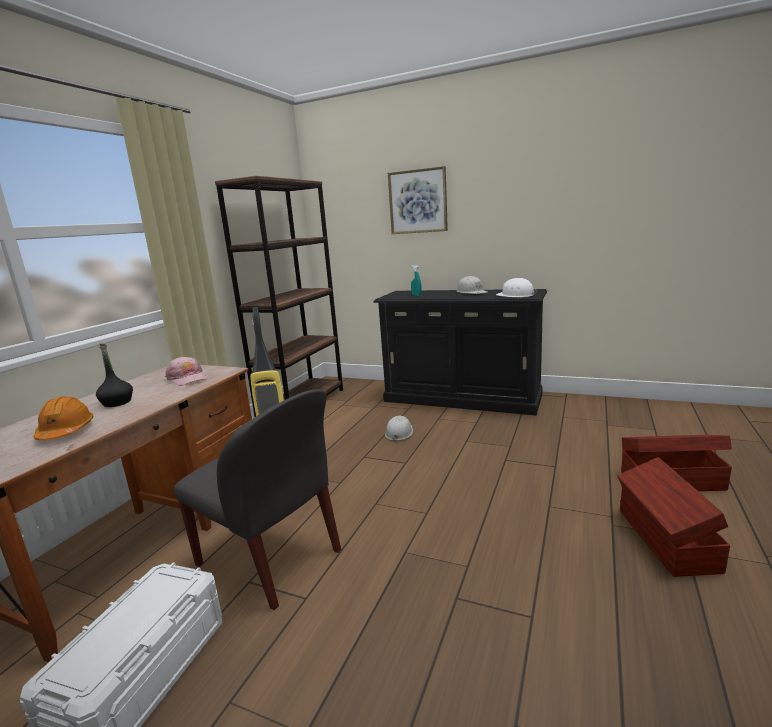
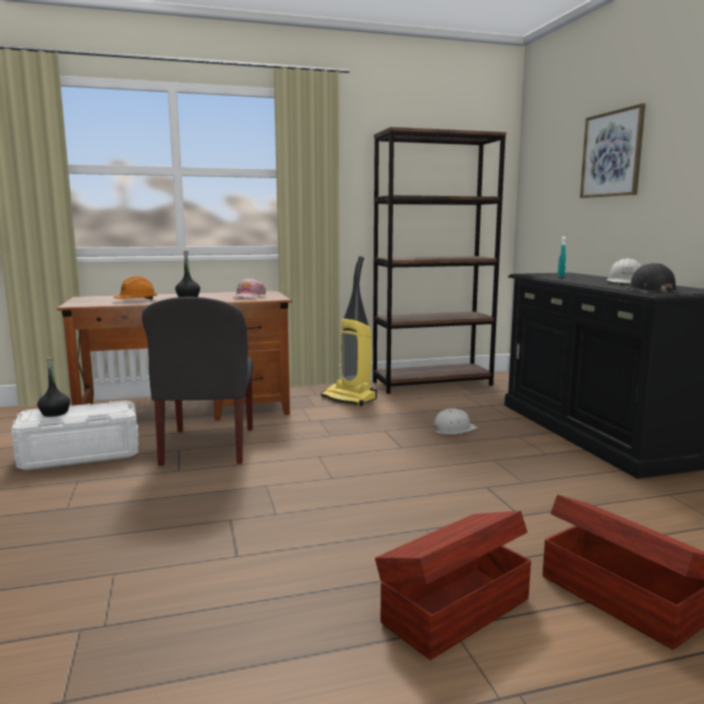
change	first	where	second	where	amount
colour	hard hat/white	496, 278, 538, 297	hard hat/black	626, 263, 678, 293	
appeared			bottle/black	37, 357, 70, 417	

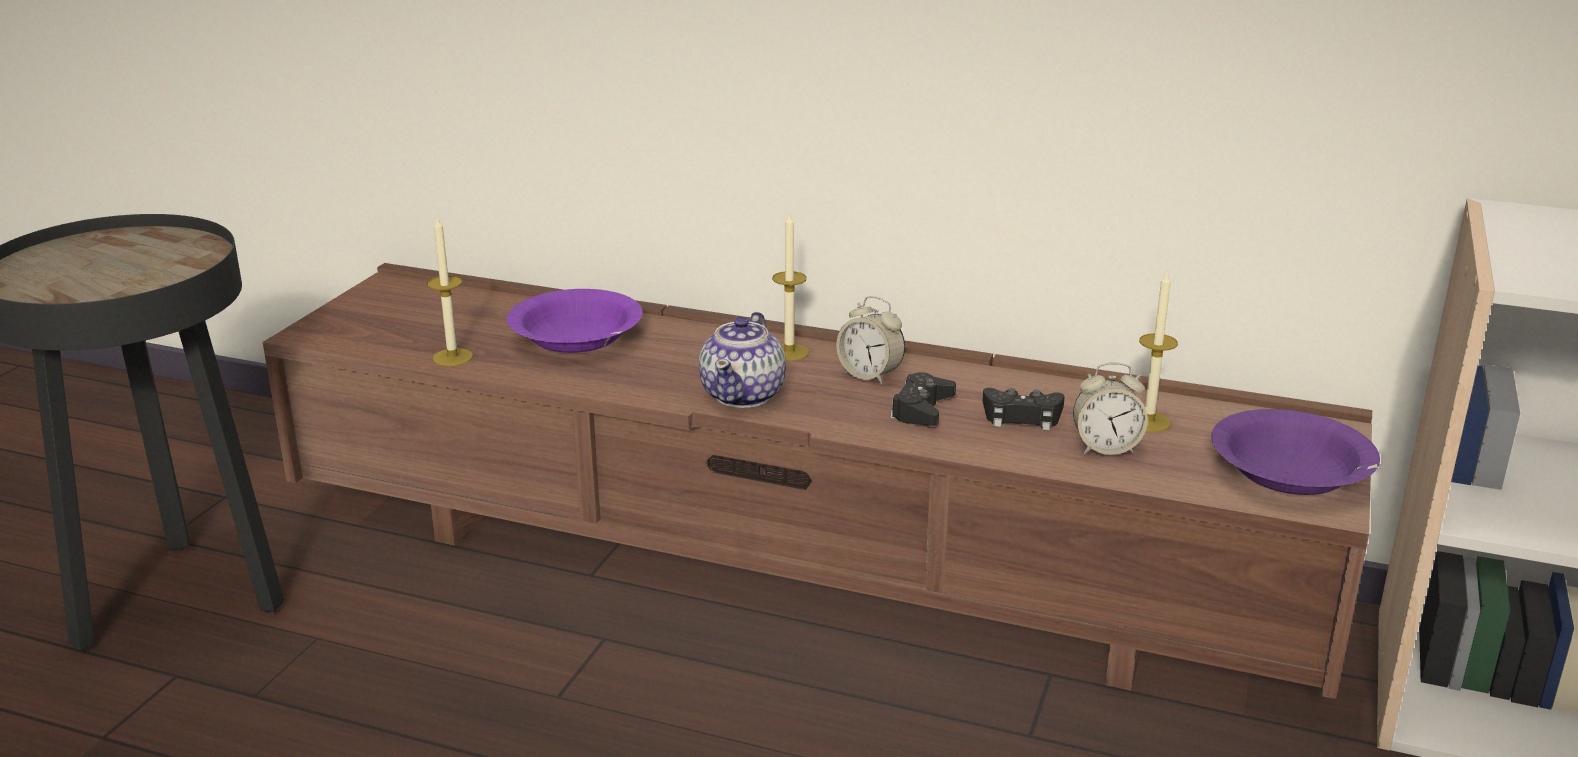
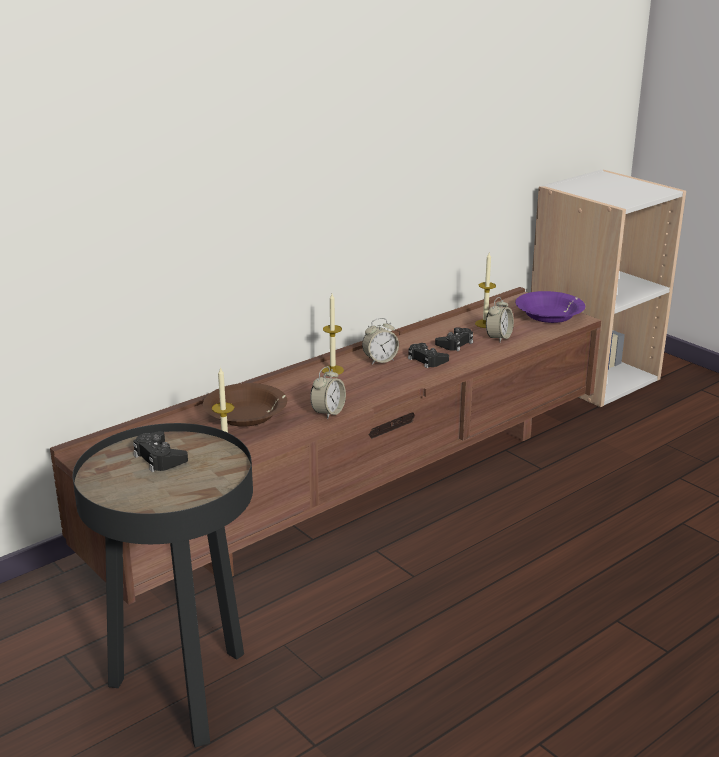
change	first	where	second	where	amount
colour	bowl/purple	507, 289, 642, 353	bowl/brown	203, 383, 287, 427	
missing	teapot	699, 312, 786, 408			
appeared			alarm clock	310, 366, 346, 420	
appeared			game controller/black	133, 431, 188, 472	

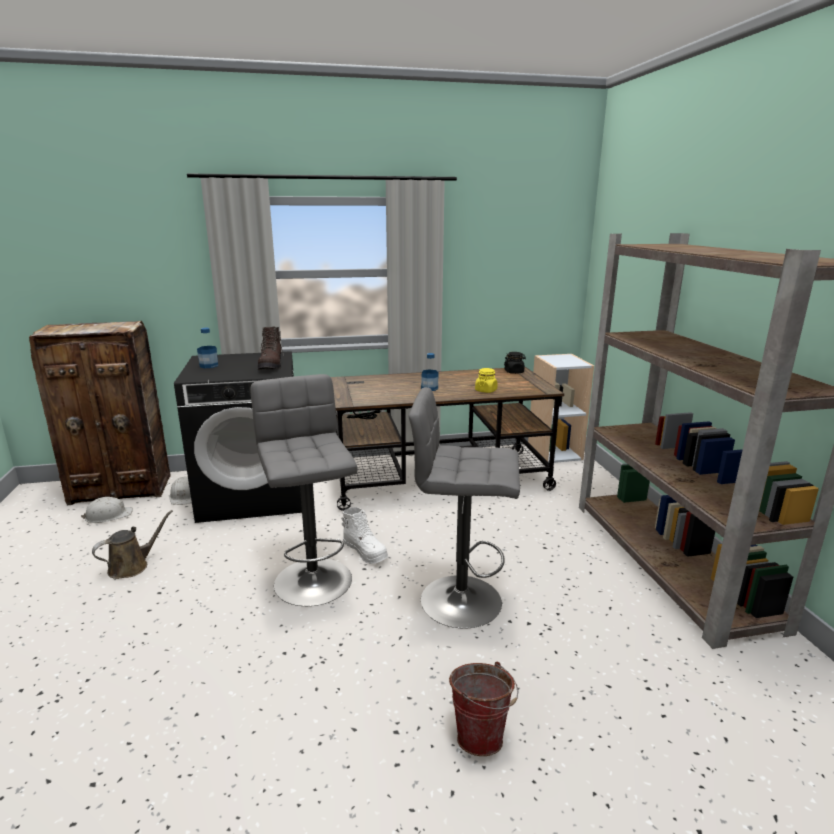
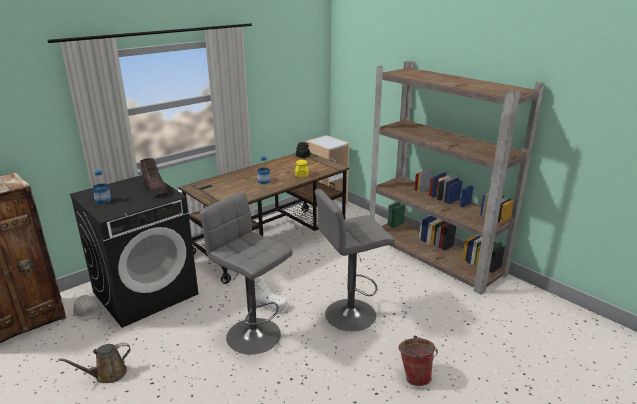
change	first	where	second	where	amount
missing	hard hat/white	81, 497, 133, 523			
spun	watering can/brown	92, 510, 173, 579		58, 343, 131, 383	135 degrees counterclockwise

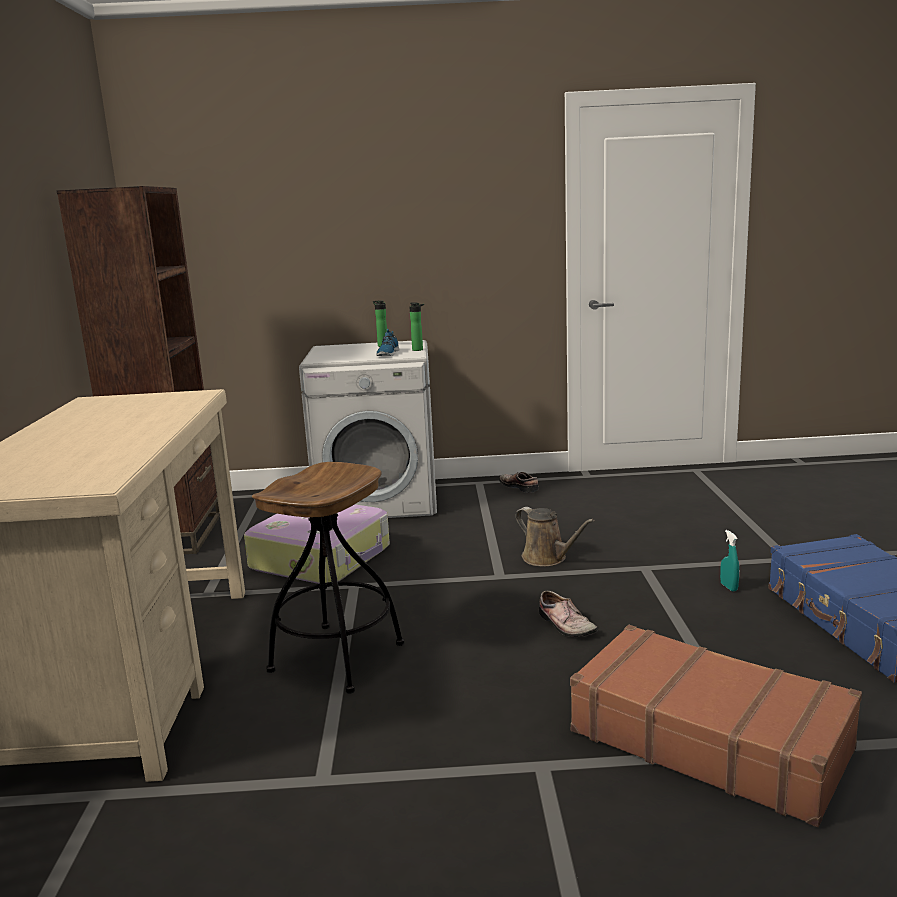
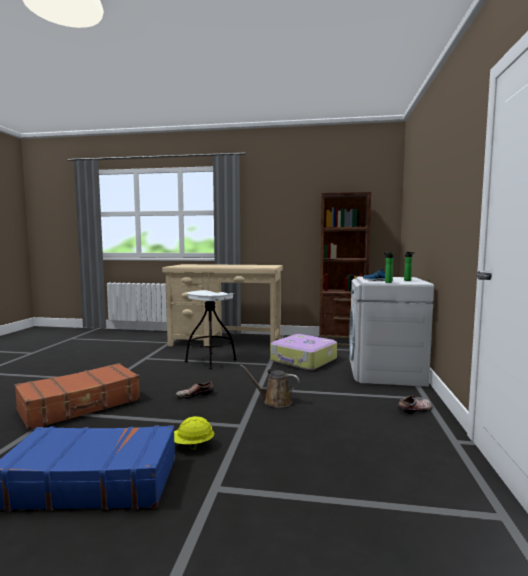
change	first	where	second	where	amount
colour	stool/brown	252, 462, 404, 694	stool/white	185, 290, 237, 369	
spun	watering can/brown	516, 507, 594, 567		240, 365, 299, 408	45 degrees clockwise
exchanged	spray bottle/turquoise	720, 530, 739, 591	hard hat/yellow	174, 416, 214, 450	

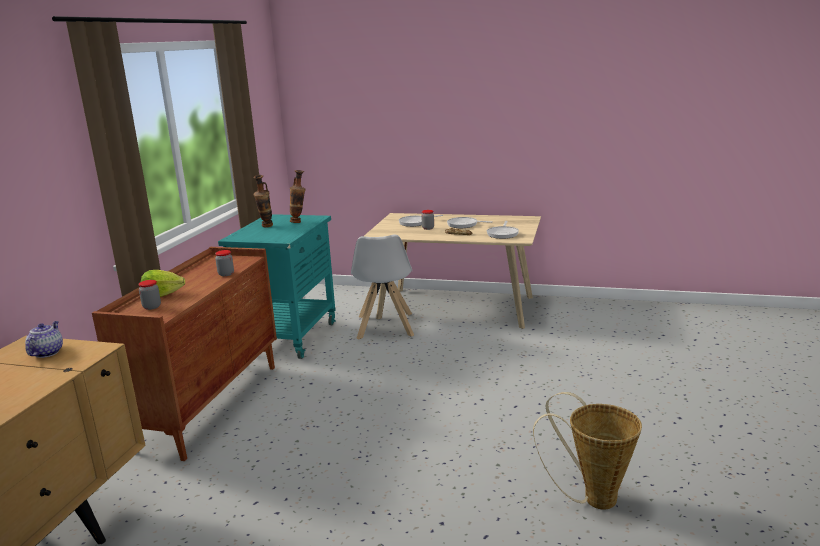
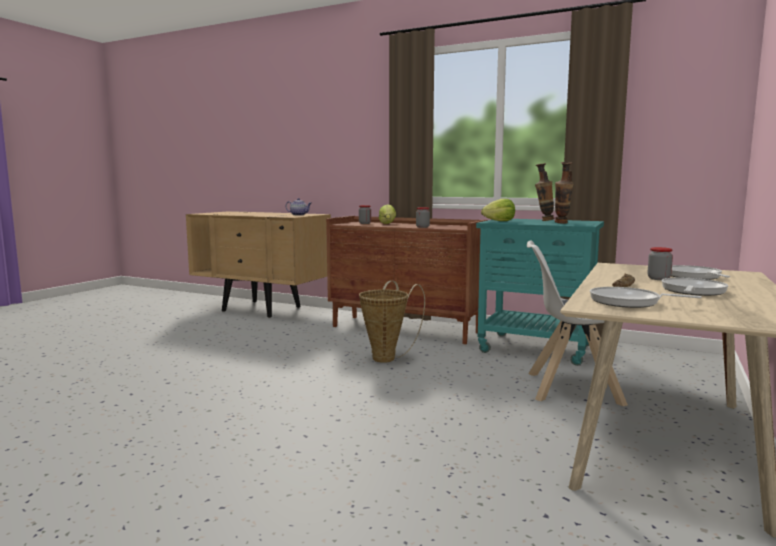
change	first	where	second	where	amount
relocated	basket	533, 392, 642, 509		359, 281, 425, 363	
appeared			lettuce	481, 199, 515, 221	

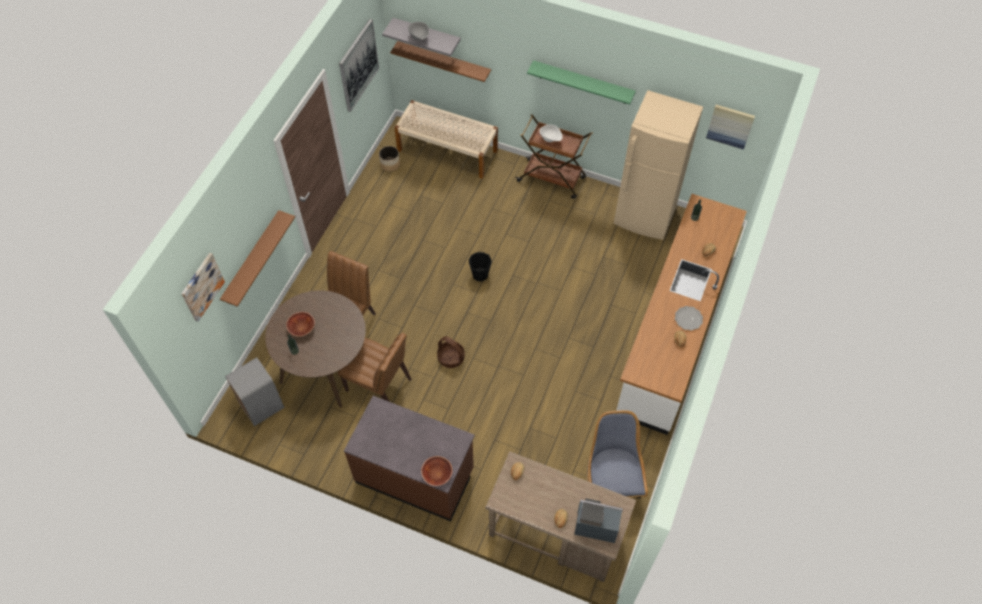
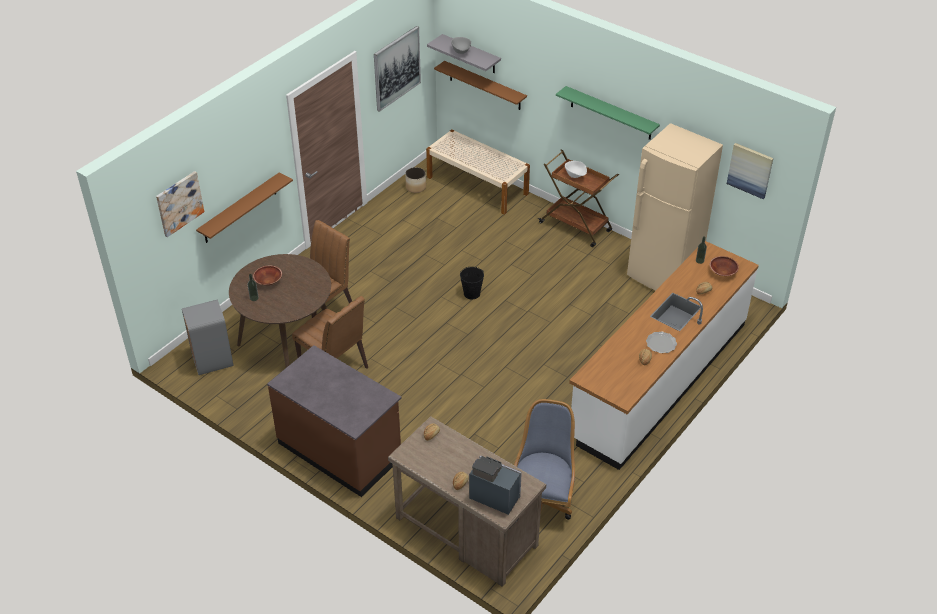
change	first	where	second	where	amount
missing	basket	437, 336, 465, 368			
relocated	bowl/brown	421, 456, 453, 486		710, 256, 739, 276	

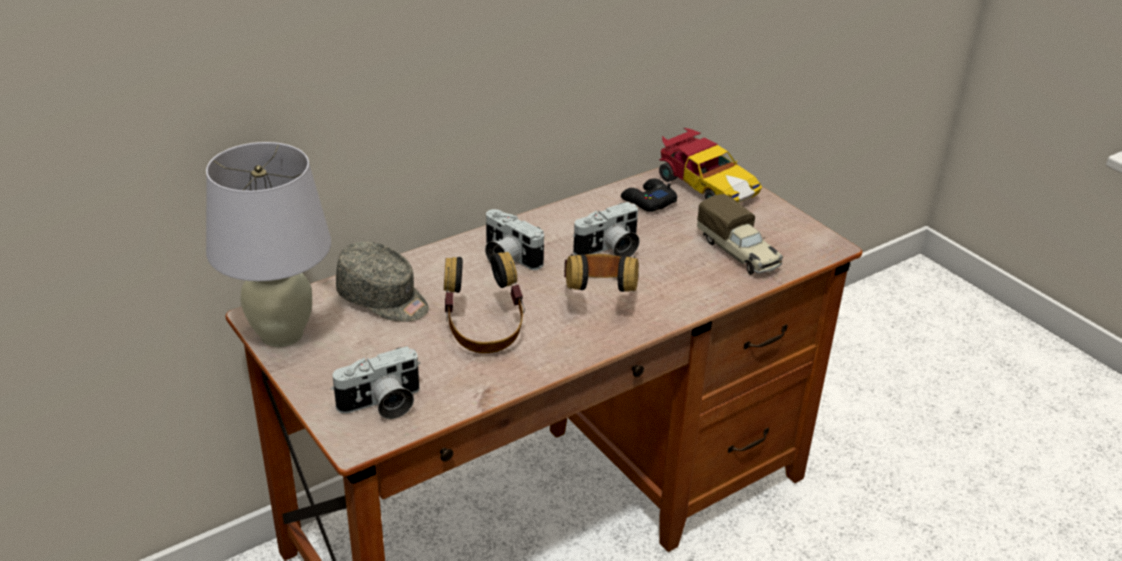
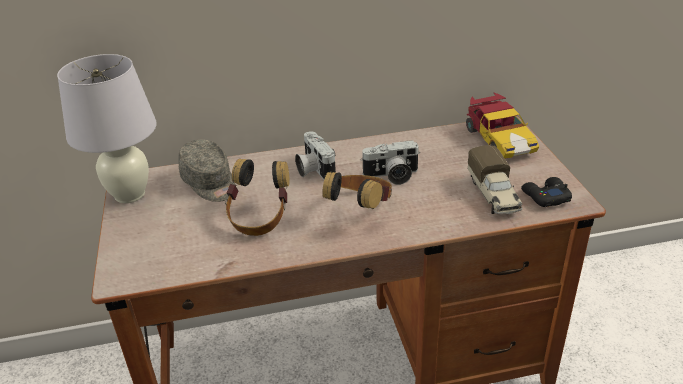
change	first	where	second	where	amount
relocated	game controller/black	621, 178, 677, 212		521, 177, 572, 207	
missing	photo camera	331, 346, 420, 419			

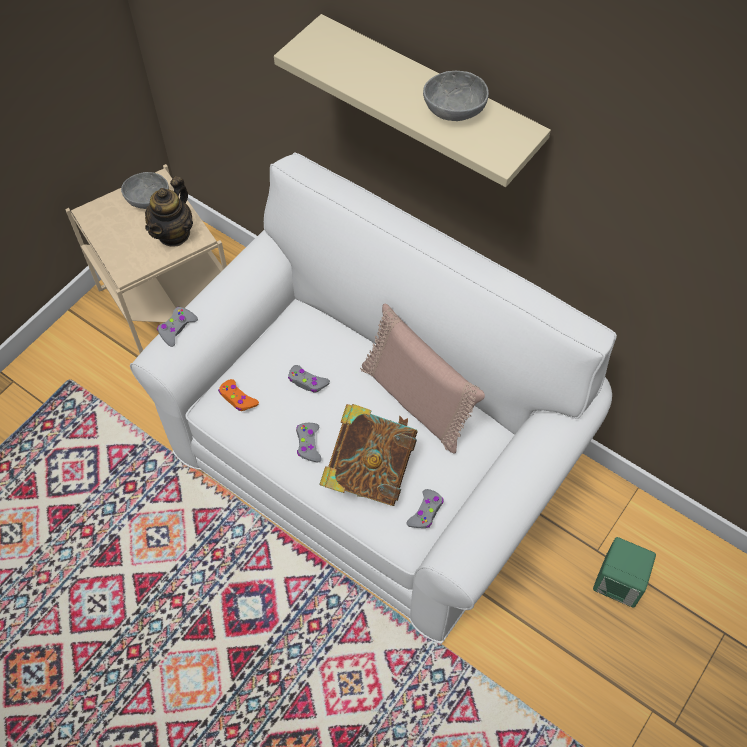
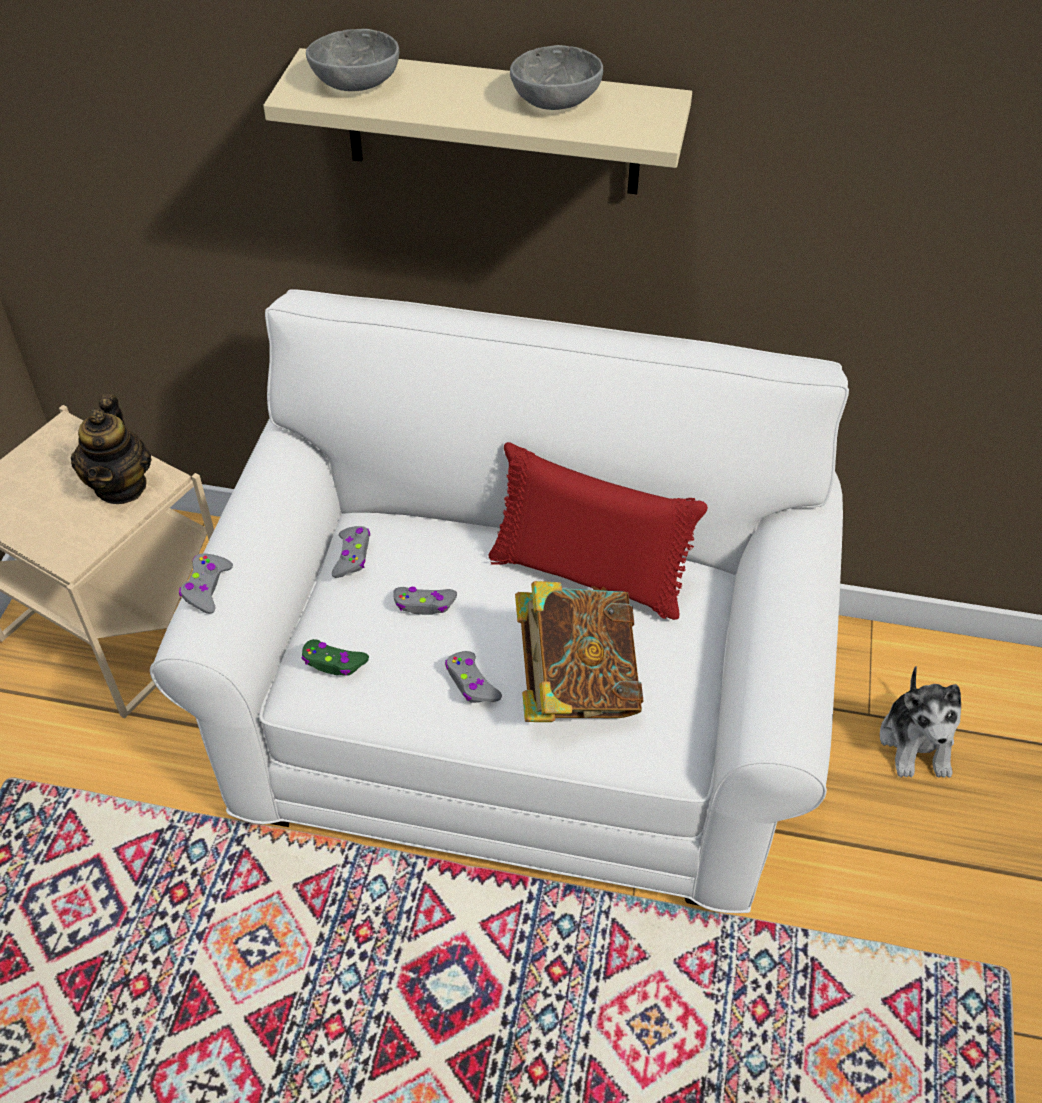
change	first	where	second	where	amount
relocated	bowl/grey	121, 172, 169, 209		306, 29, 399, 91	
colour	pillow/beige	360, 304, 485, 454	pillow/red	489, 442, 708, 620	
colour	game controller/orange	218, 379, 259, 411	game controller/green	301, 639, 369, 676	
relocated	game controller/grey	406, 489, 444, 528		332, 526, 370, 578	
exchanged	speaker/green	593, 537, 656, 608	plush toy	880, 666, 961, 778	

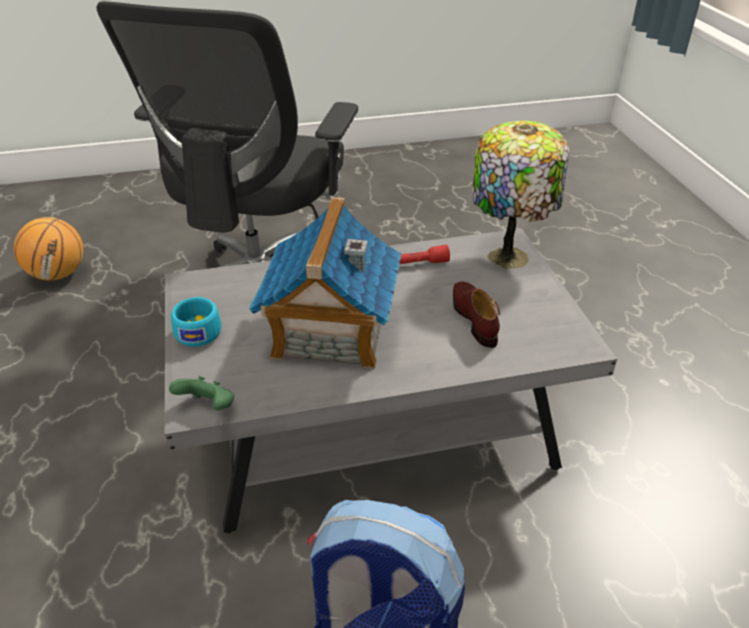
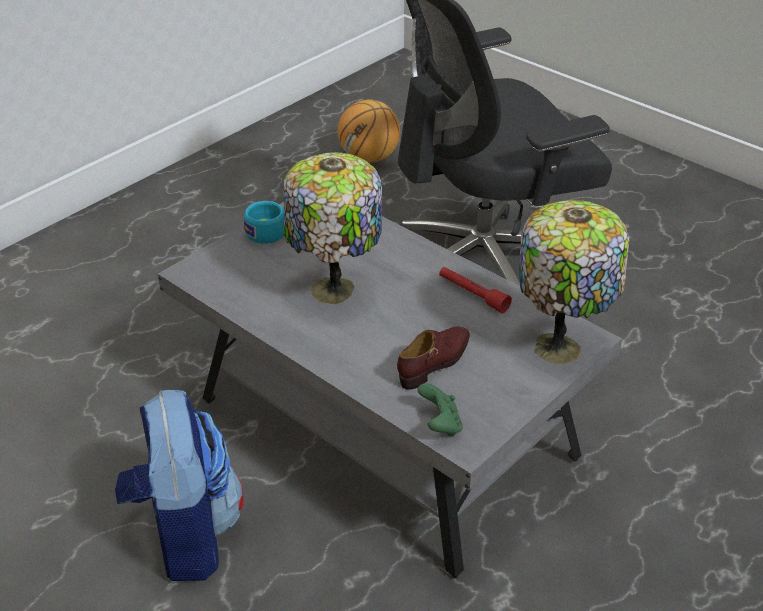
change	first	where	second	where	amount
exchanged	toy house	249, 197, 401, 369	table lamp	283, 152, 382, 304	
relocated	game controller/green	169, 376, 234, 410		418, 383, 463, 437	

